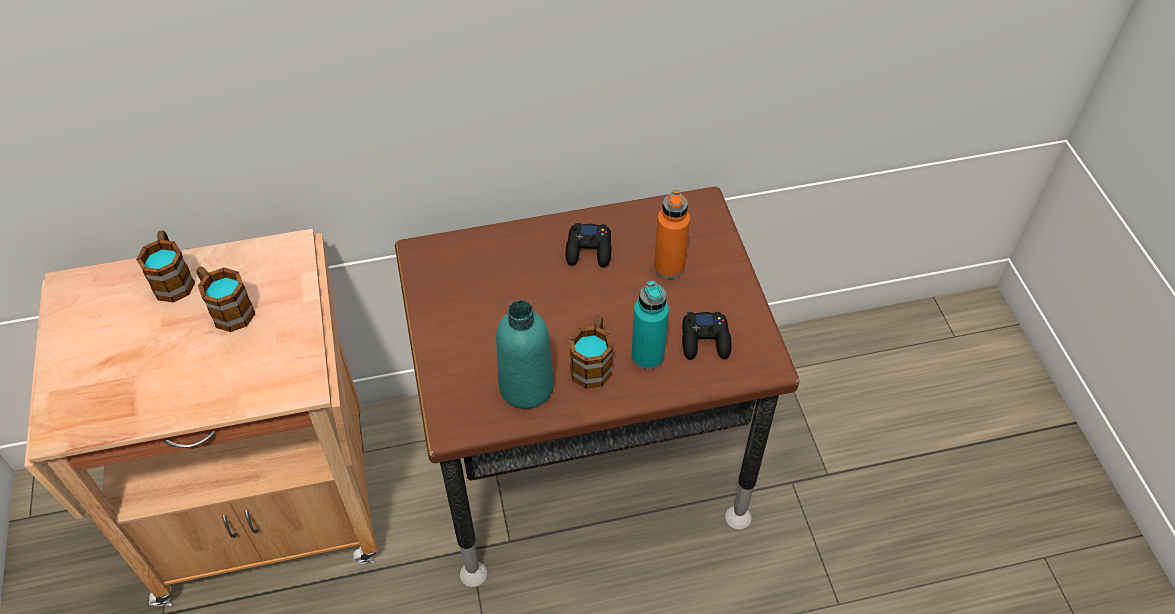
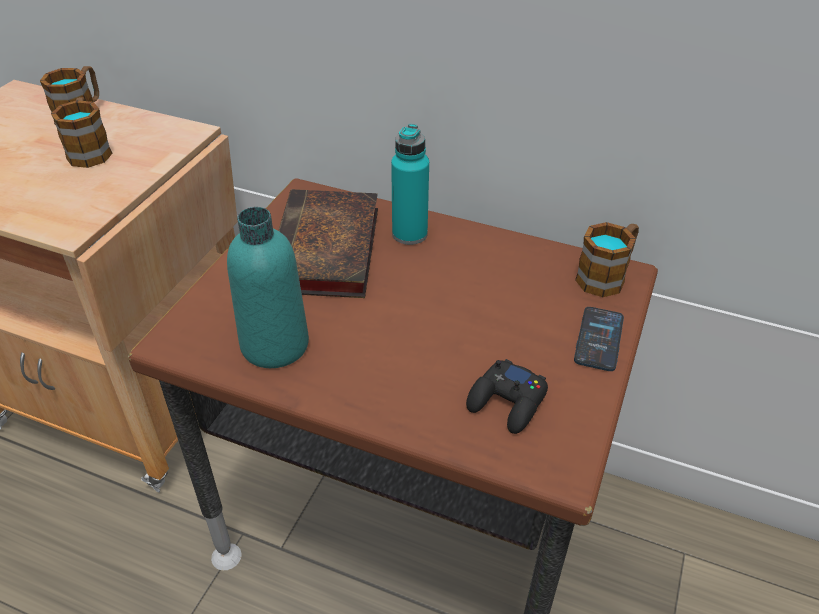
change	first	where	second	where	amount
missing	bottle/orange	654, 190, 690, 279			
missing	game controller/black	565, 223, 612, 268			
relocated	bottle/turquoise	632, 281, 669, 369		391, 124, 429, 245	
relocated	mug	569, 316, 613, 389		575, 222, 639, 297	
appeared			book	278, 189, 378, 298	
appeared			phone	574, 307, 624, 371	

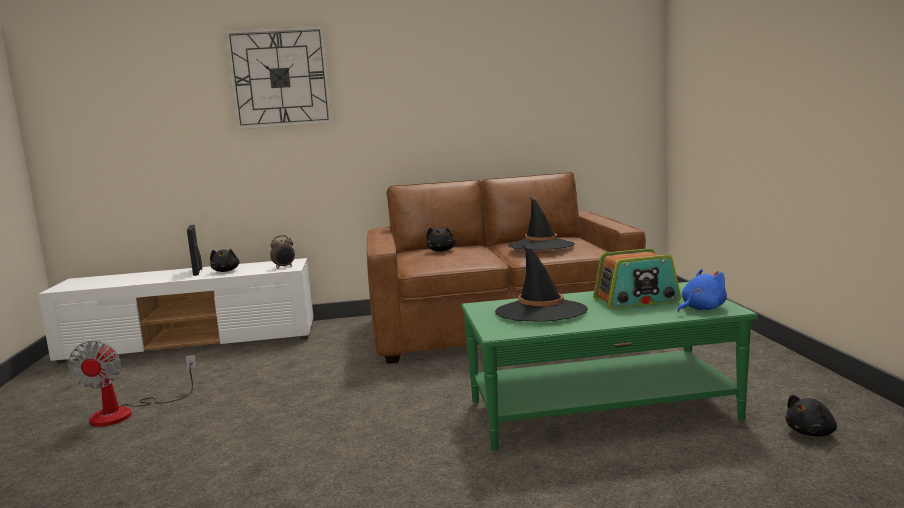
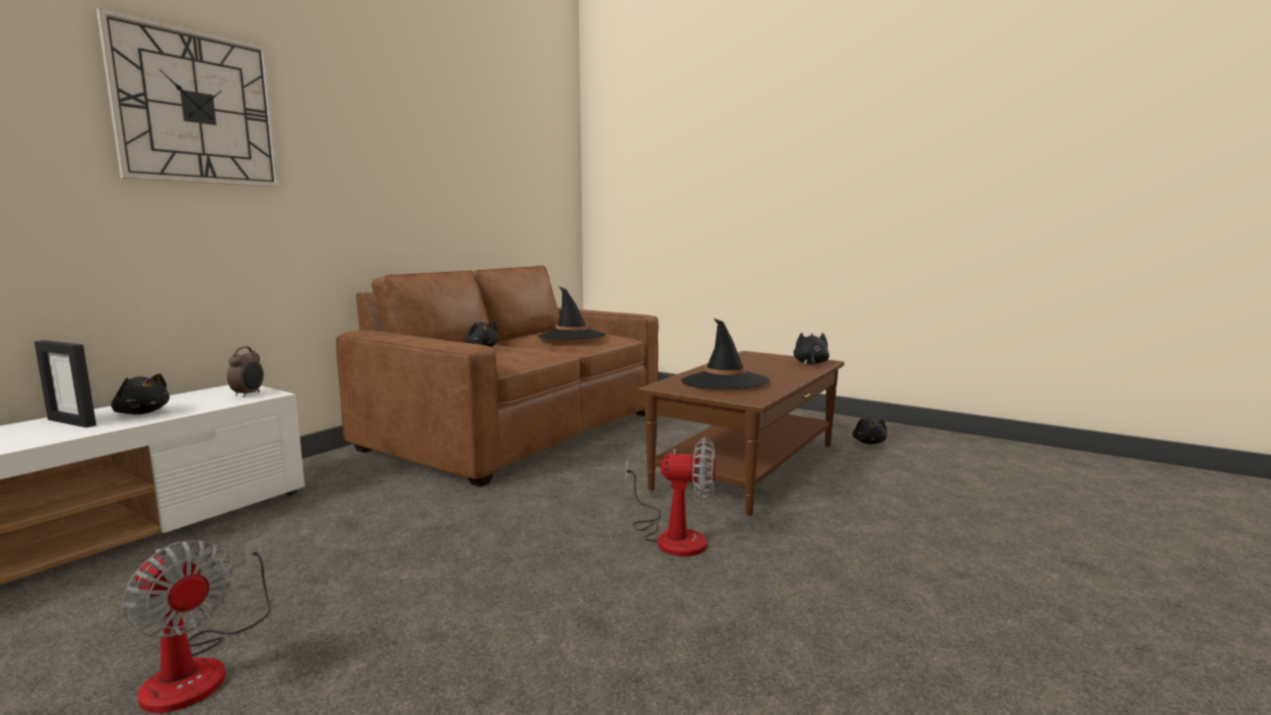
change	first	where	second	where	amount
missing	radio	593, 248, 681, 309			
colour	plush toy/blue	677, 269, 727, 312	plush toy/black	793, 332, 829, 366	
colour	coffee table/green	462, 282, 758, 452	coffee table/brown	638, 351, 844, 517	
appeared			fan	625, 437, 716, 556	

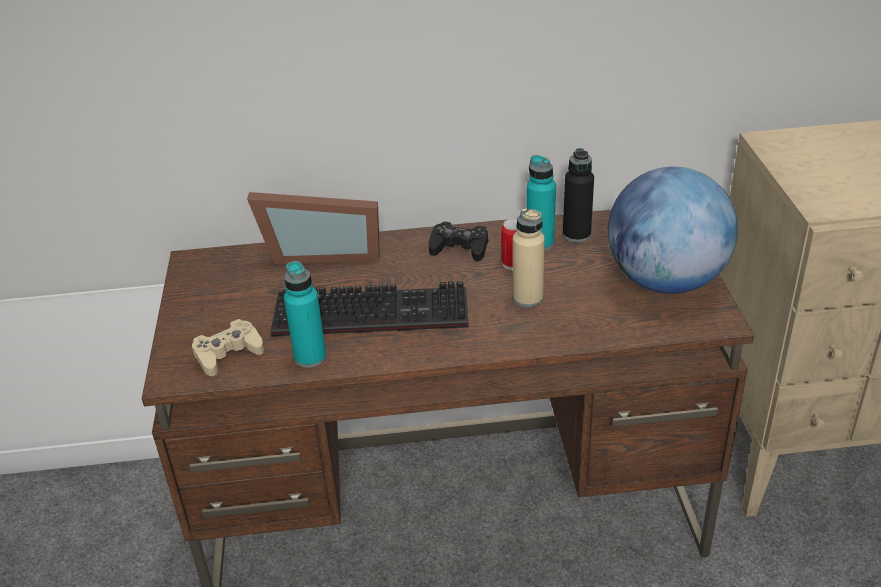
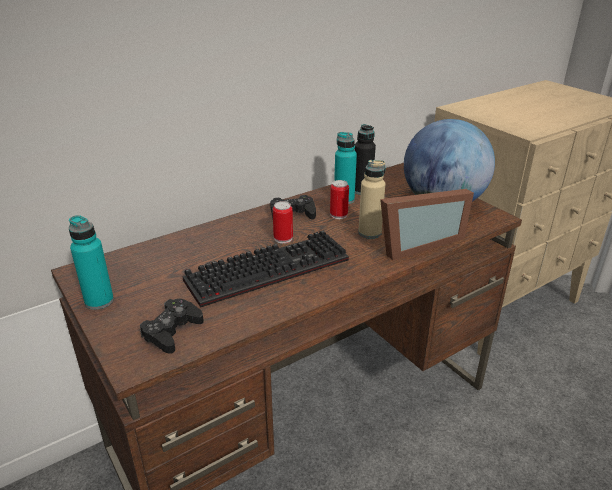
change	first	where	second	where	amount
relocated	picture frame	247, 192, 380, 264		380, 189, 474, 260	
relocated	bottle/turquoise	284, 261, 327, 368		69, 215, 114, 310	
colour	game controller/beige	192, 319, 264, 376	game controller/black	140, 299, 204, 354	
appeared			can	273, 201, 293, 244	

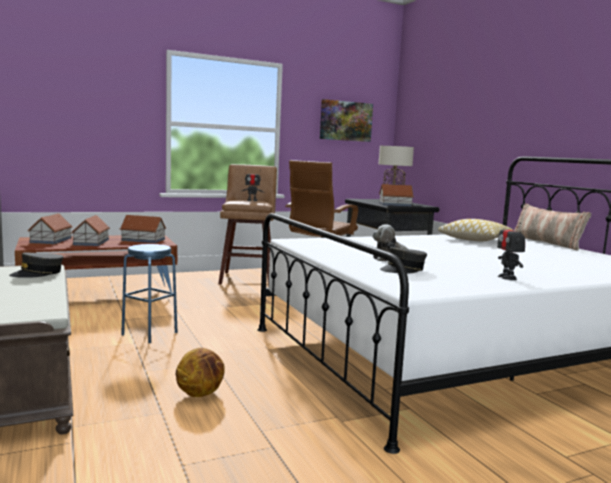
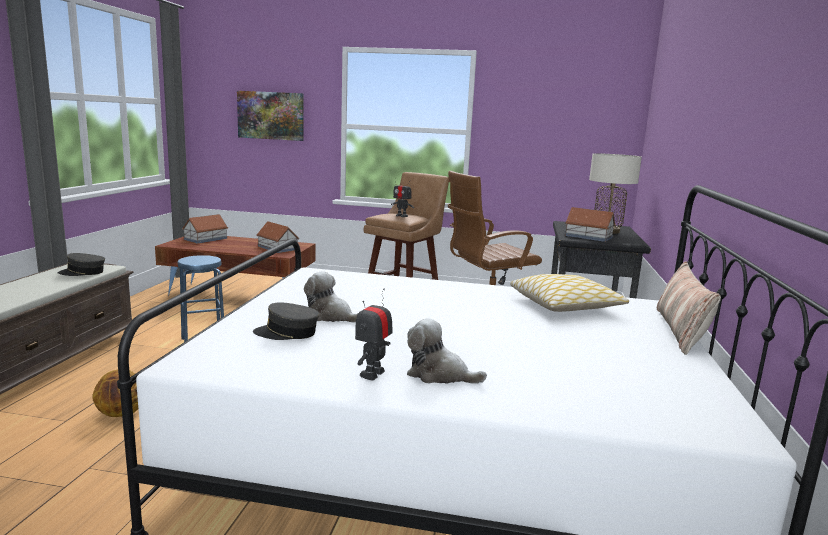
change	first	where	second	where	amount
relocated	picture	320, 99, 373, 142		237, 91, 304, 141	
missing	toy house	71, 215, 110, 246			
appeared			plush toy	407, 318, 487, 384	

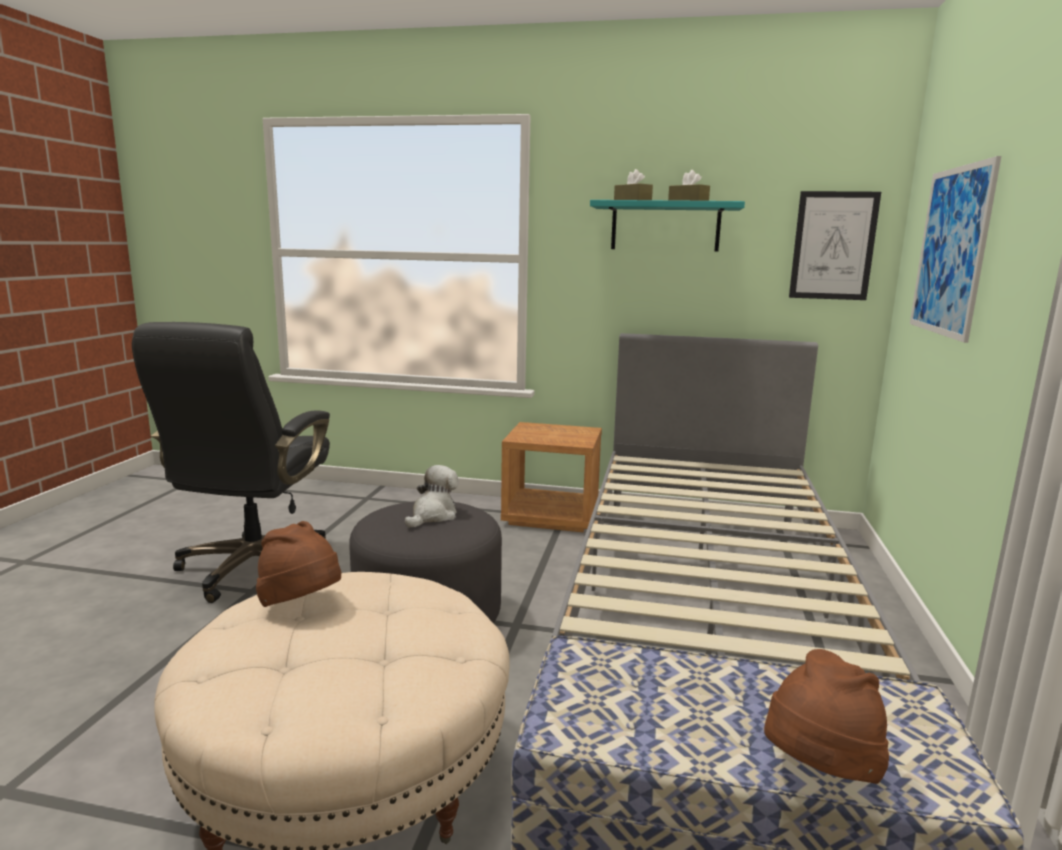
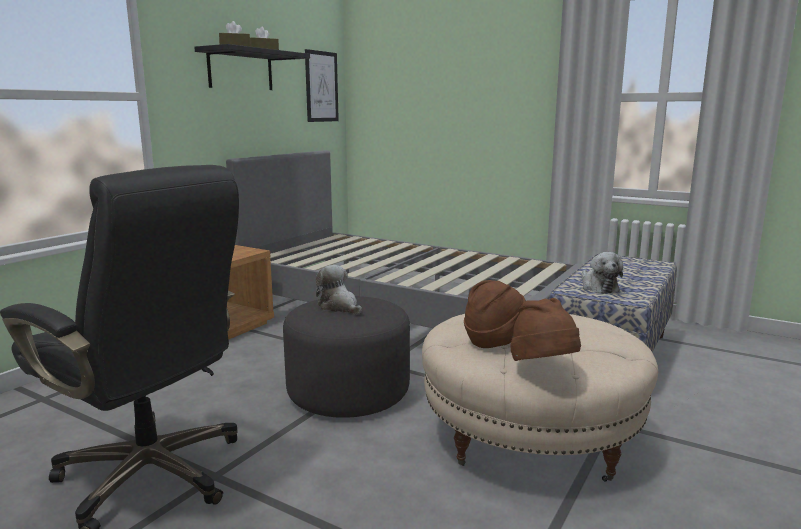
change	first	where	second	where	amount
missing	picture	910, 156, 1001, 343			
colour	shelf/turquoise	590, 200, 745, 252	shelf/black	194, 44, 310, 90	
relocated	hat/brown	764, 649, 889, 784		511, 298, 581, 361	
appeared			plush toy	581, 252, 623, 294	

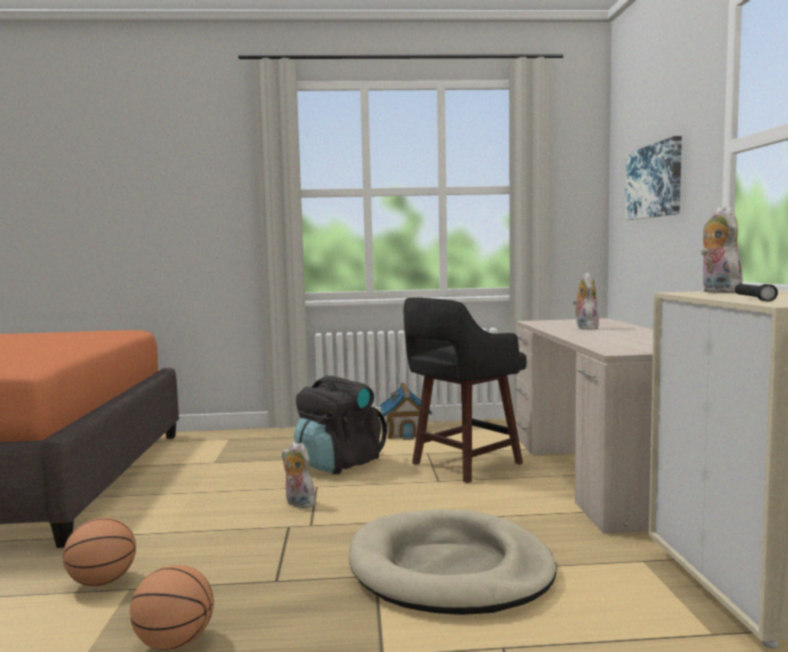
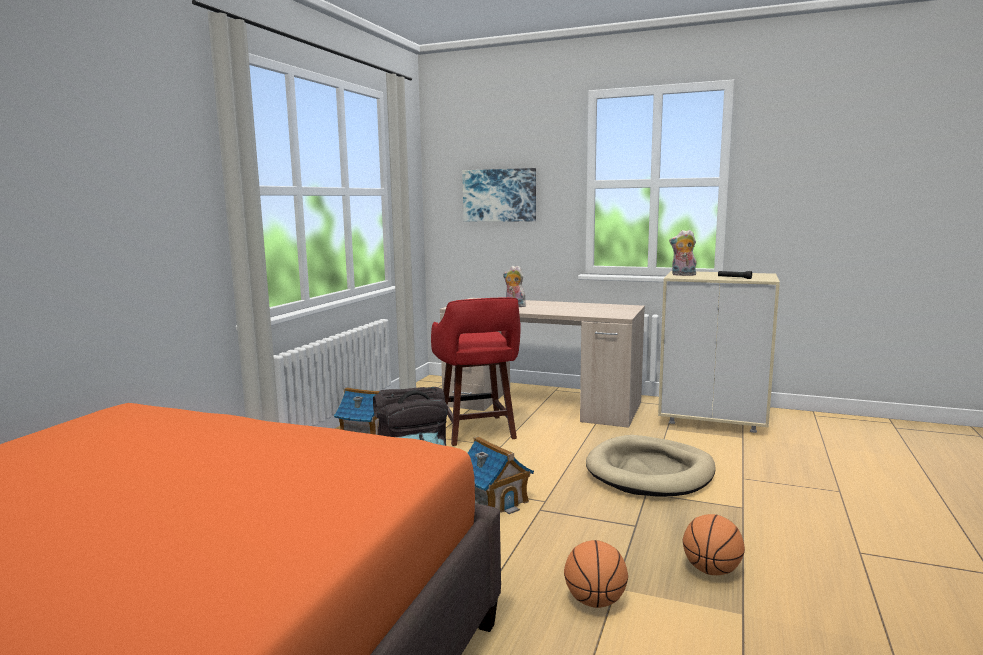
change	first	where	second	where	amount
colour	stool/black	403, 298, 527, 483	stool/red	431, 297, 521, 446	
exchanged	plush toy	282, 442, 315, 508	toy house	468, 436, 534, 514	

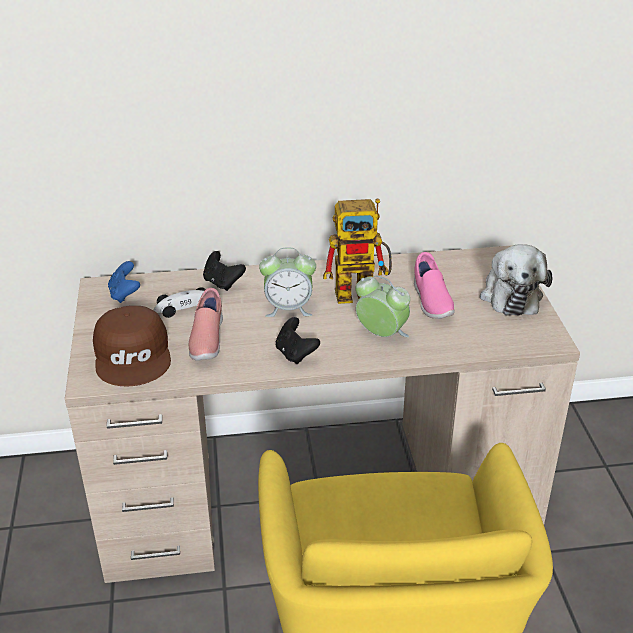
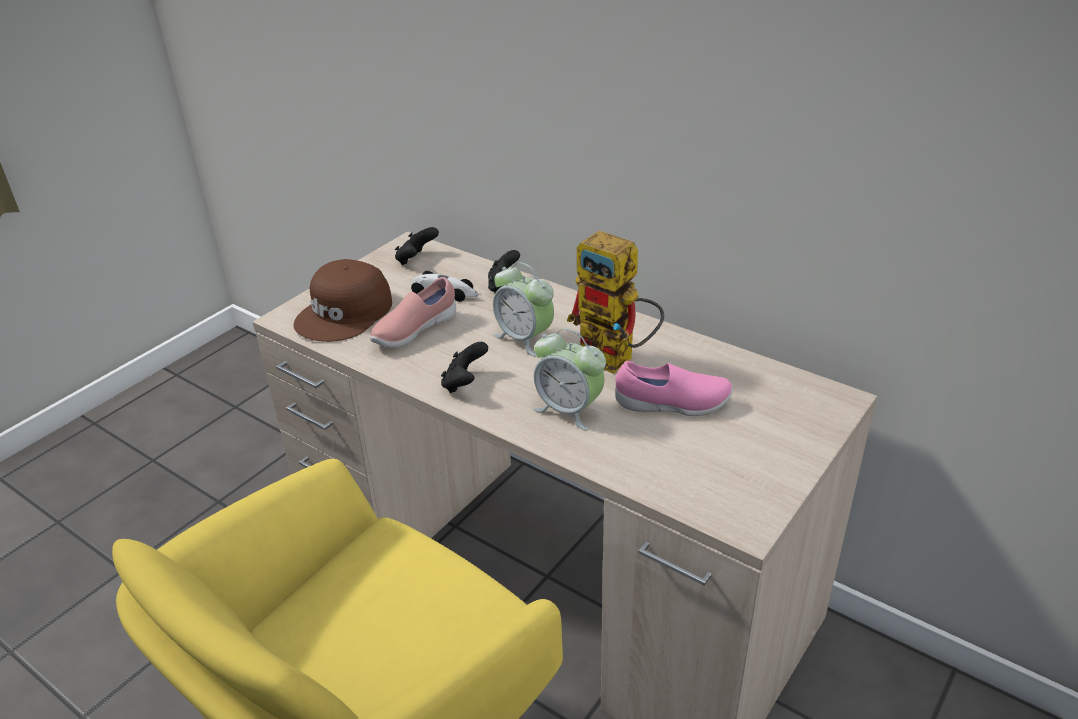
change	first	where	second	where	amount
missing	plush toy	480, 244, 552, 316			
spun	shoe/pink	414, 252, 455, 319		615, 361, 733, 416	120 degrees counterclockwise
colour	game controller/blue	108, 261, 140, 303	game controller/black	395, 227, 439, 265	
spun	alarm clock	355, 276, 410, 337		534, 328, 606, 430	135 degrees clockwise

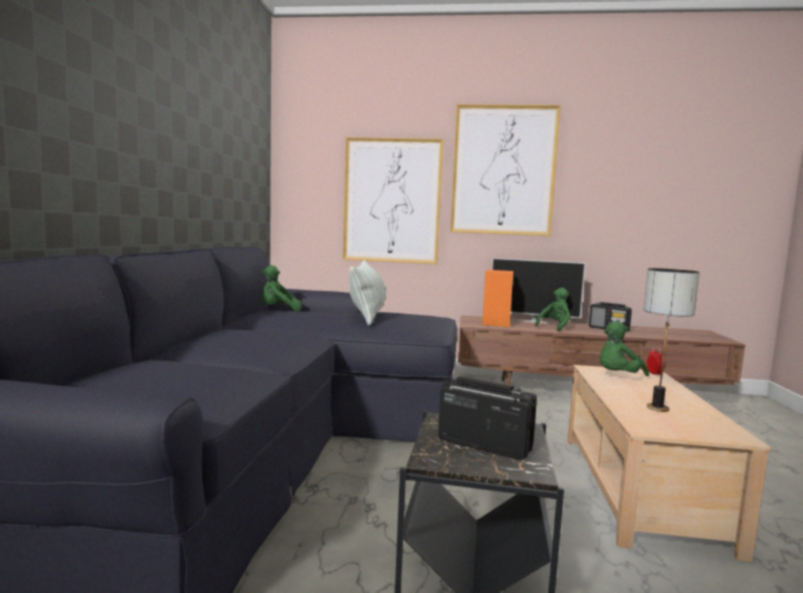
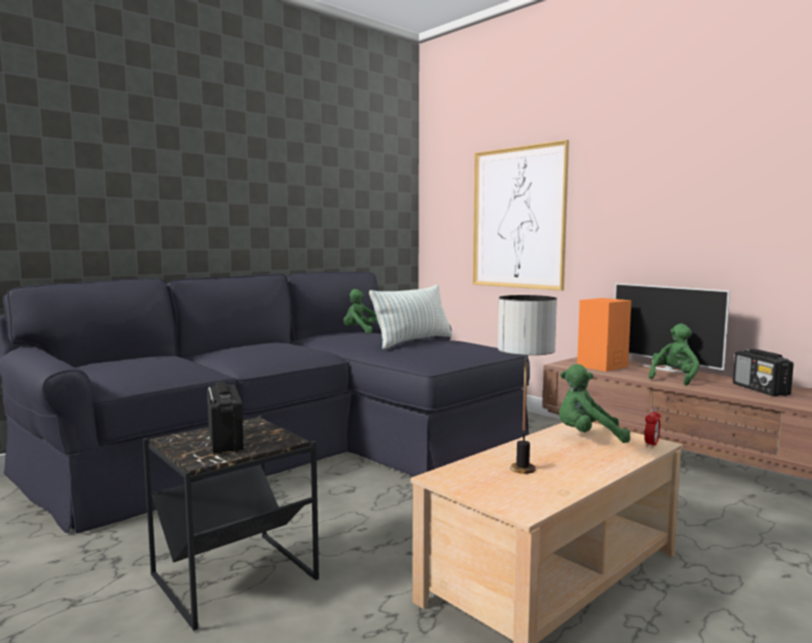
change	first	where	second	where	amount
missing	picture	450, 104, 561, 236			
spun	plush toy/green	535, 288, 570, 332		649, 323, 699, 386	45 degrees counterclockwise

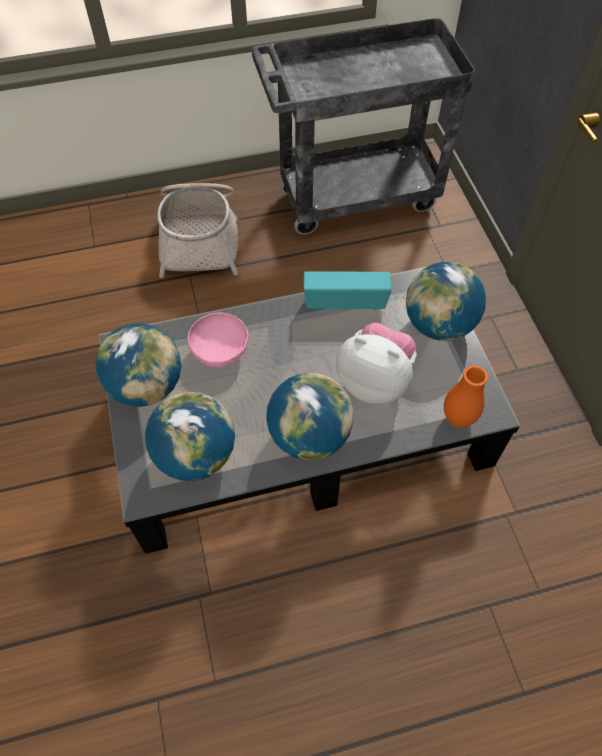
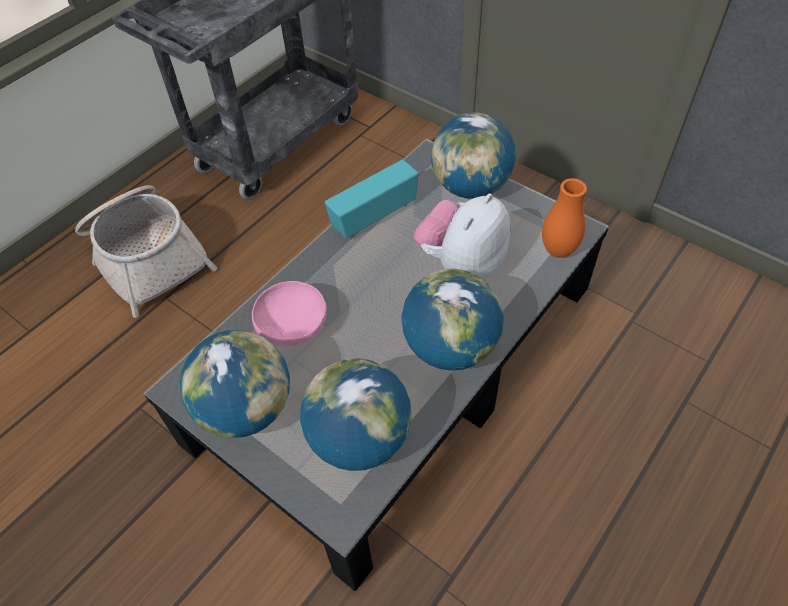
change	first	where	second	where	amount
spun	plush toy	336, 323, 417, 404		414, 193, 510, 280	45 degrees counterclockwise

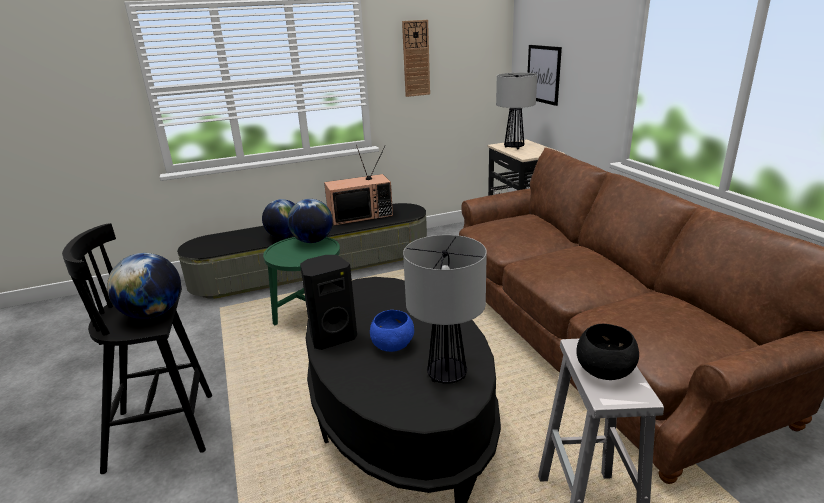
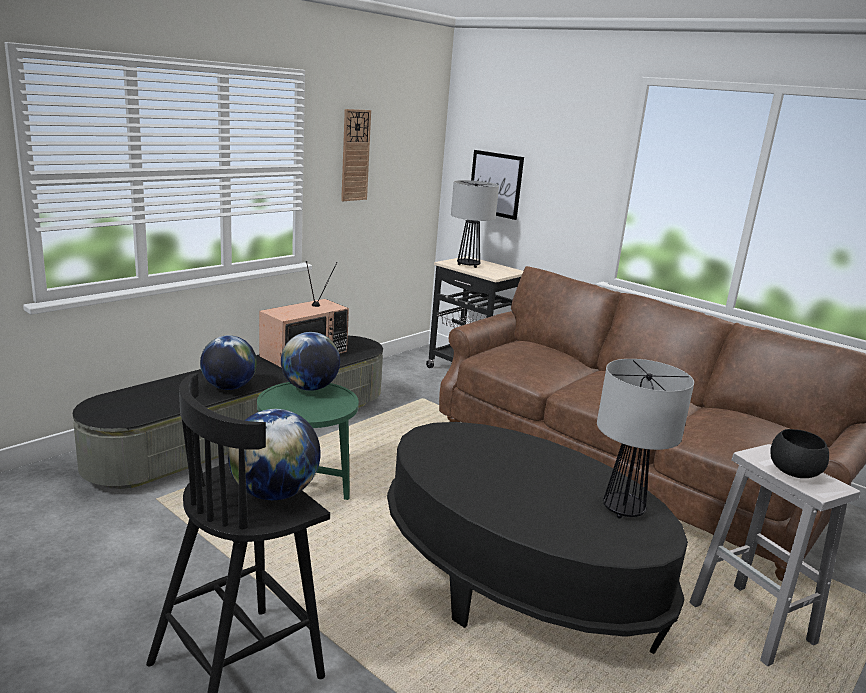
change	first	where	second	where	amount
missing	speaker/black	300, 255, 357, 350			
missing	bowl/blue	370, 310, 414, 352			

